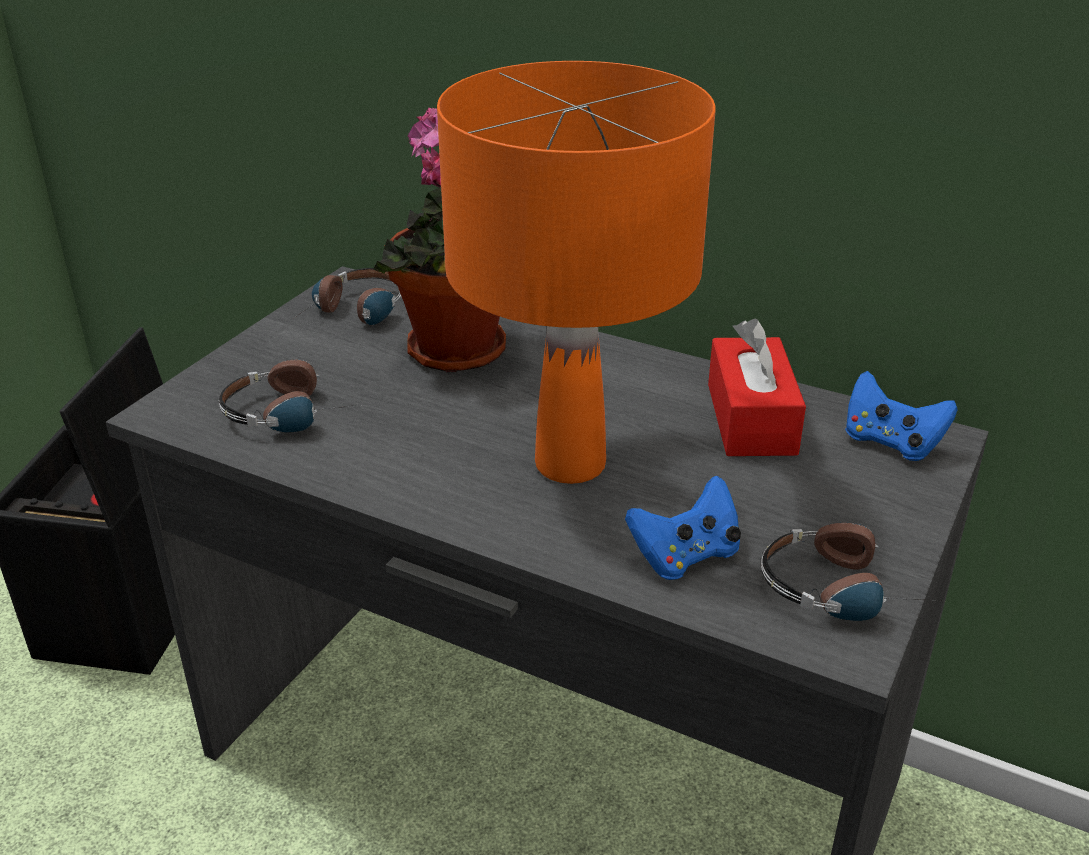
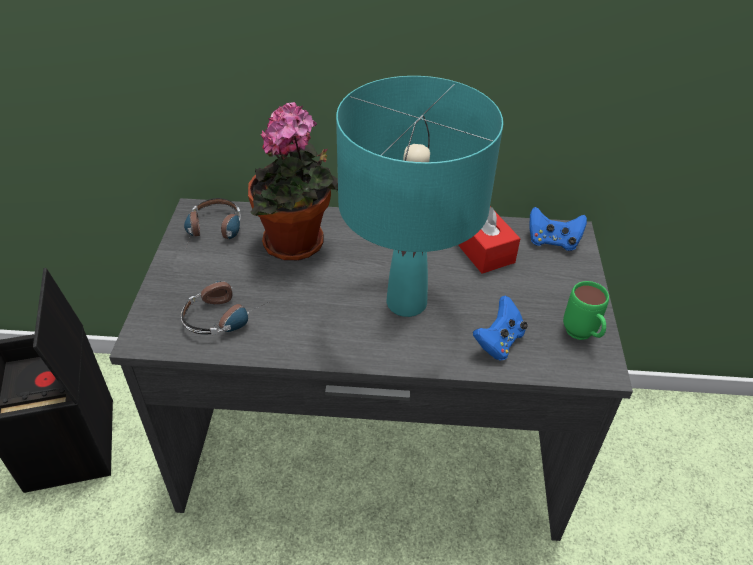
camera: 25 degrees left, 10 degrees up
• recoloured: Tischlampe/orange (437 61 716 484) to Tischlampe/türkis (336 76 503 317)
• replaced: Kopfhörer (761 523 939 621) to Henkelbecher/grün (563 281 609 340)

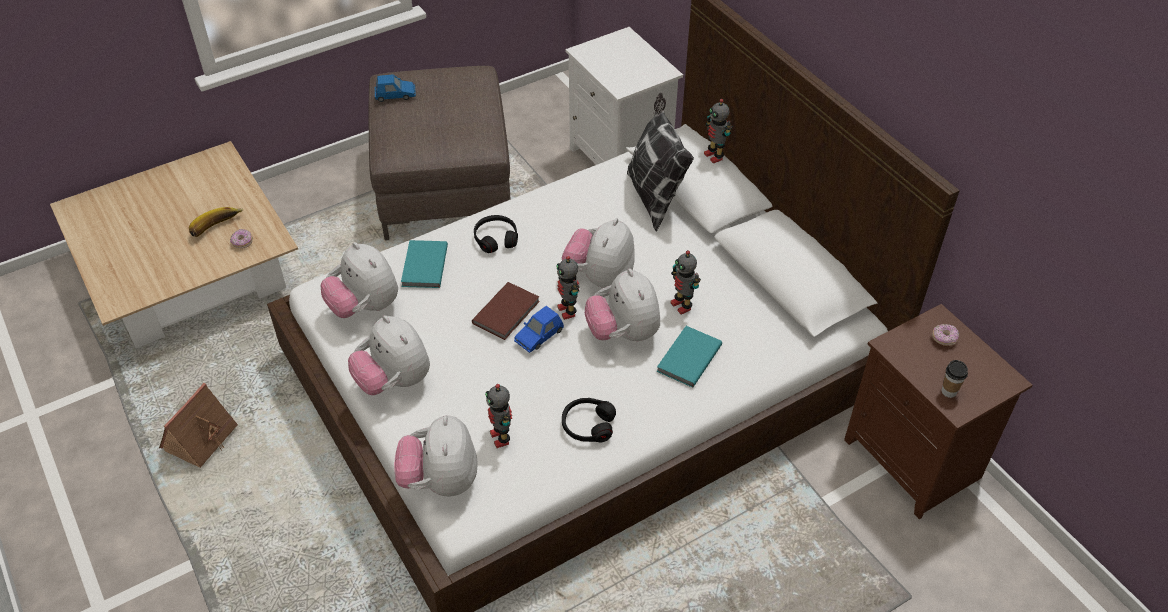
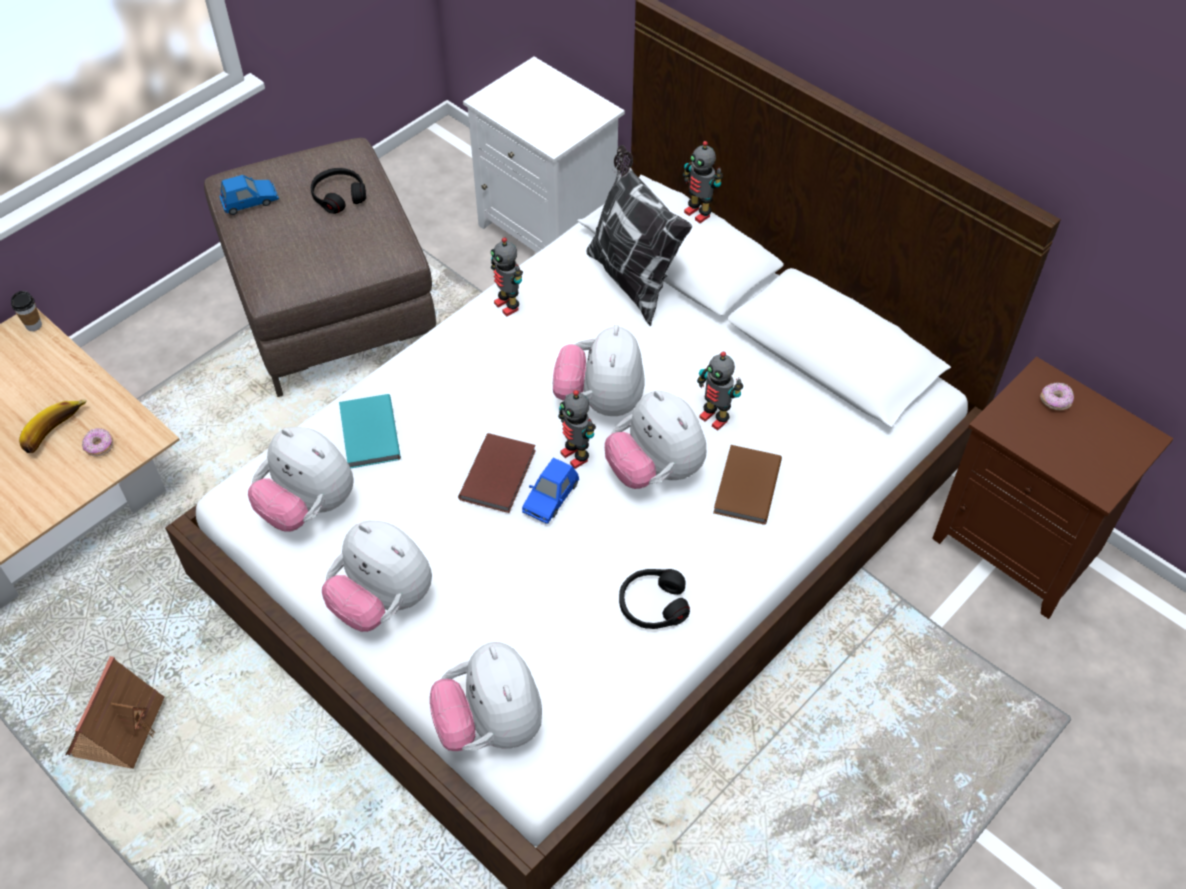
camera: 15 degrees left, 5 degrees up
• moved: Kopfhörer/schwarz (474 215 518 253) to (311 168 366 214)
• recoloured: Buch/türkis (657 326 722 387) to Buch/braun (713 445 782 525)
• moved: Tasse (942 360 968 398) to (11 291 42 331)
• moved: Spielzeugroboter (485 384 512 448) to (491 237 523 316)

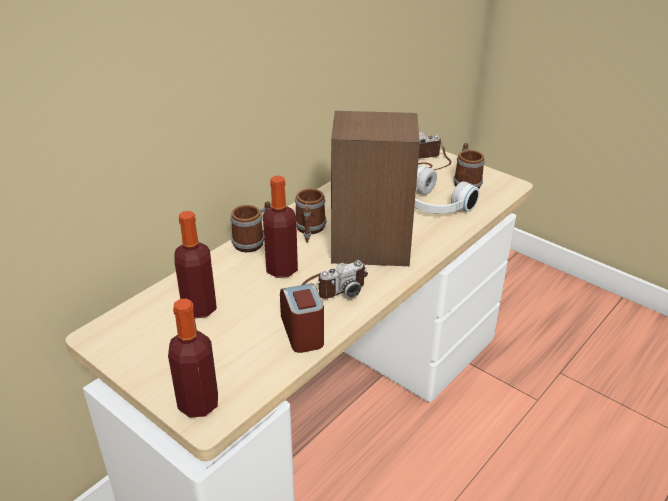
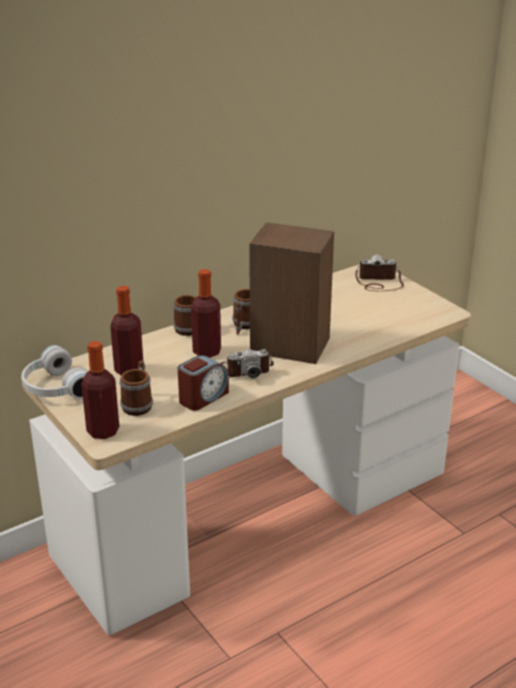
camera: 15 degrees right, 5 degrees down
• moved: Henkelbecher (454 143 485 188) to (120 361 153 416)
• moved: Kopfhörer/weiß (415 166 480 214) to (22 345 88 399)
• turned: Wecker (280 283 324 353) = (178 355 229 411) 45 degrees clockwise

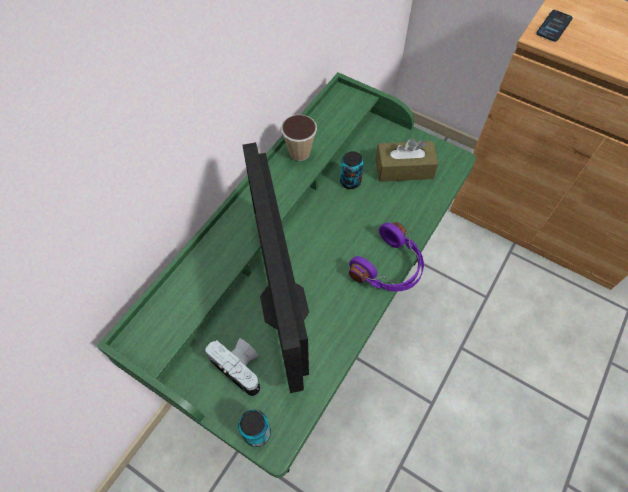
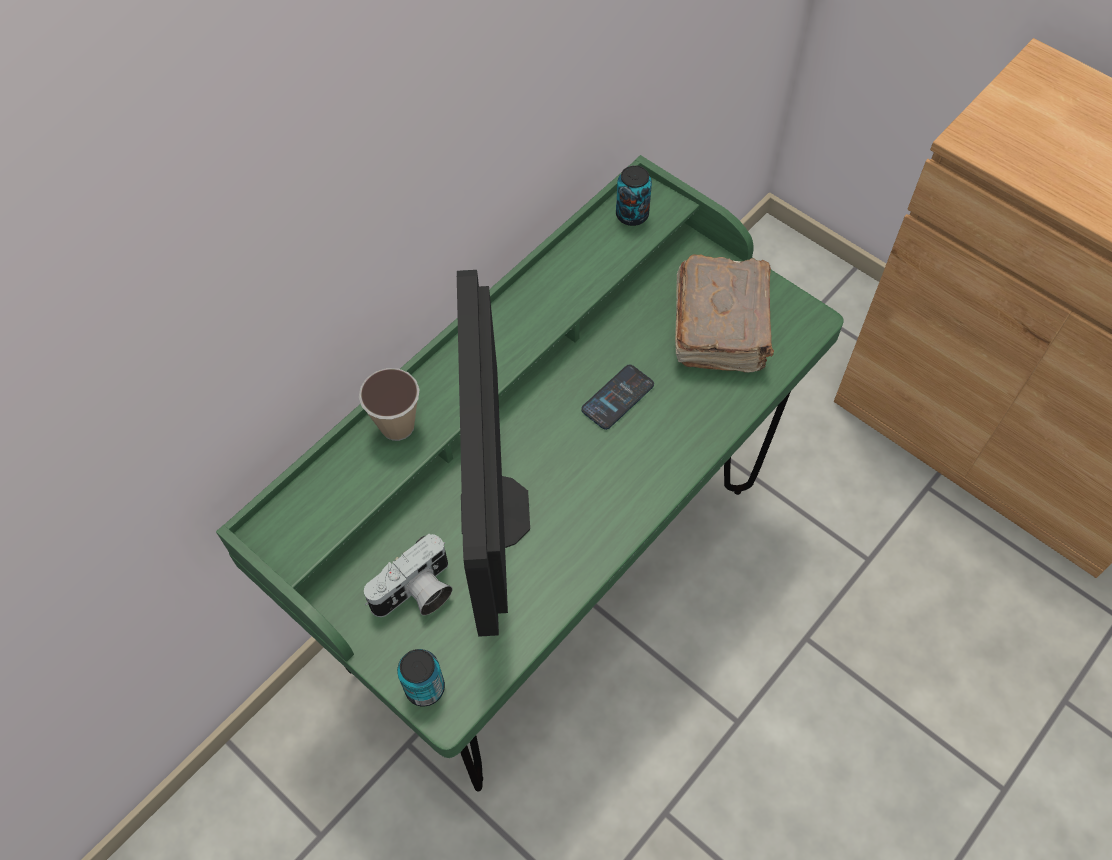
camera: 10 degrees right, 0 degrees up
• moved: Handy (536 10 573 42) to (581 365 654 430)
• moved: Tasse (281 115 317 161) to (359 368 420 441)
• replaced: Taschentuchbox/braun (376 139 439 182) to Buch/braun (675 254 774 373)
• moved: Dose (340 151 364 189) to (616 165 652 226)
• removed: Kopfhörer/lila (349 222 424 292)
• turned: Kamera (205 338 261 396) = (364 534 453 617) 90 degrees clockwise

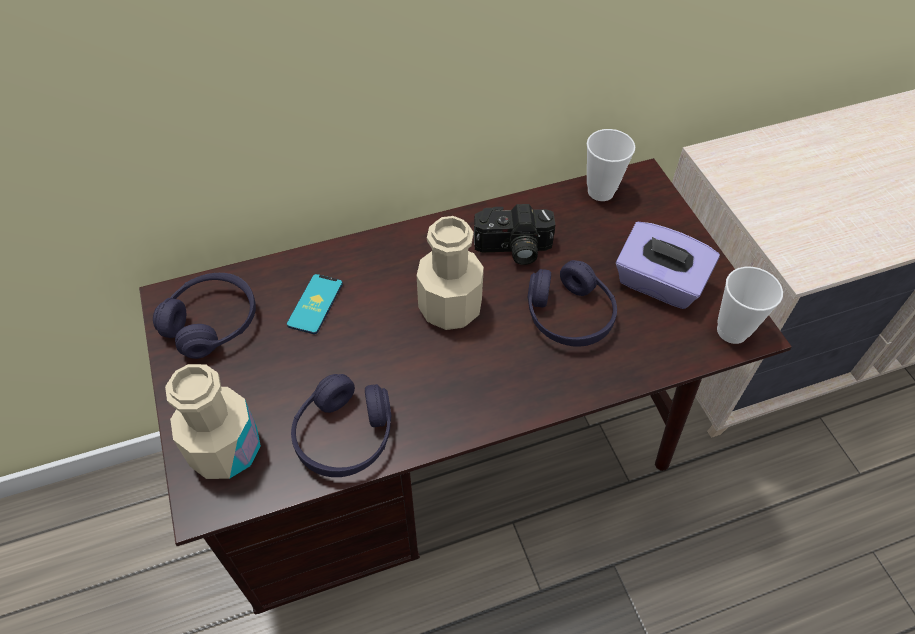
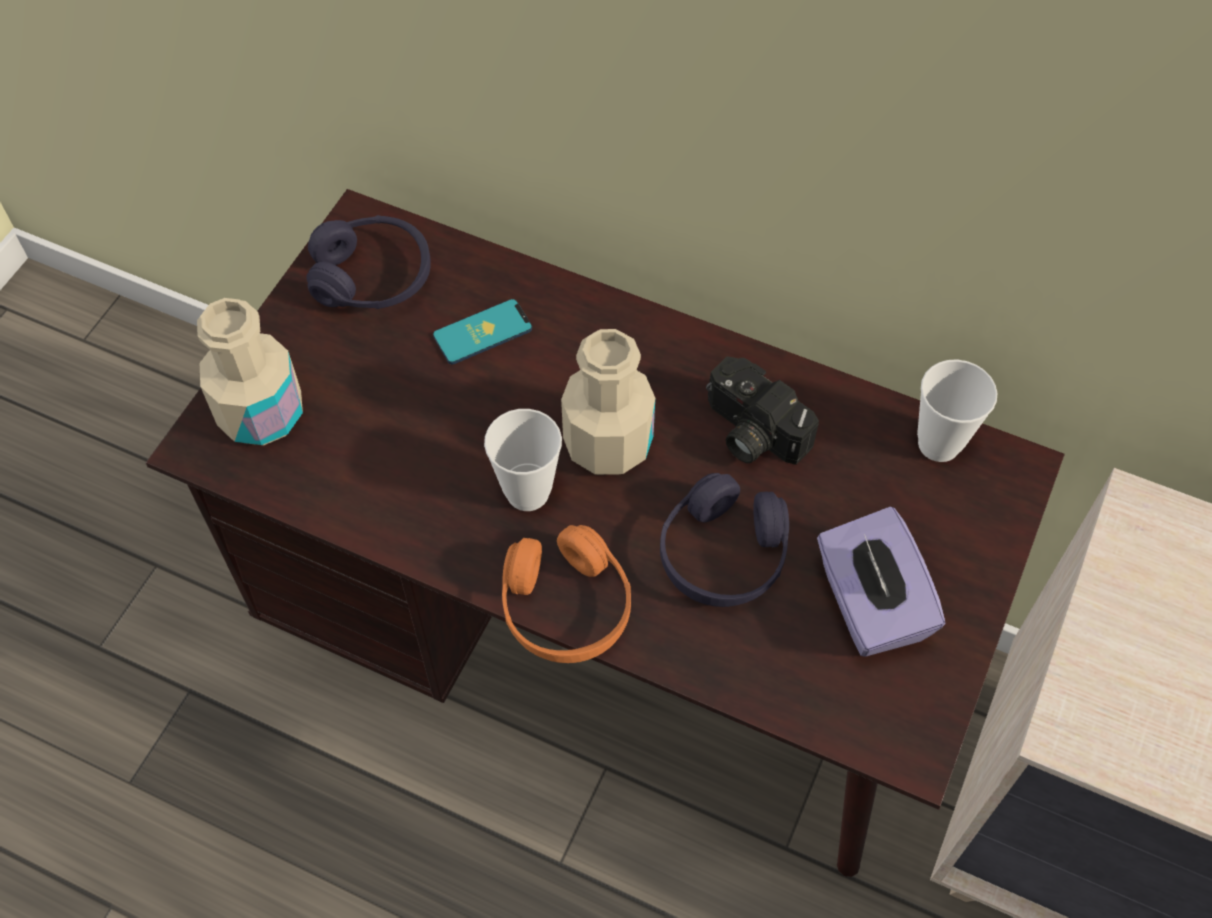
camera: 45 degrees right, 5 degrees up
• moved: Tasse (717 267 783 344) to (484 409 562 511)
• removed: Kopfhörer/lila (291 374 391 477)
• added: Kopfhörer/orange (502 525 631 663)

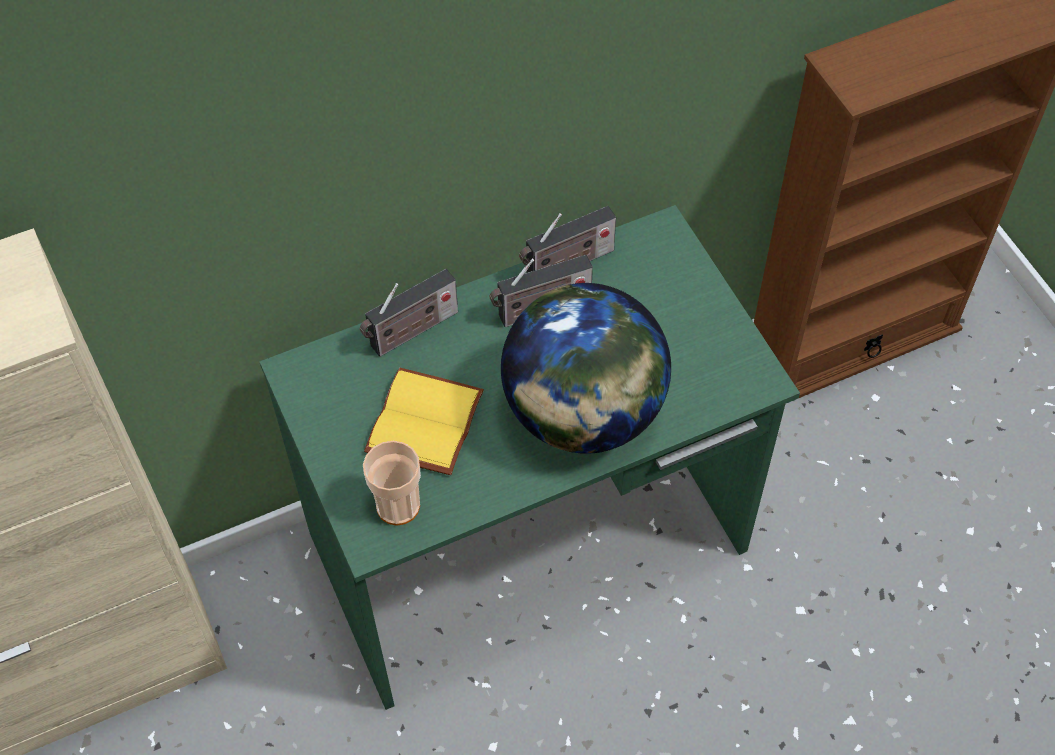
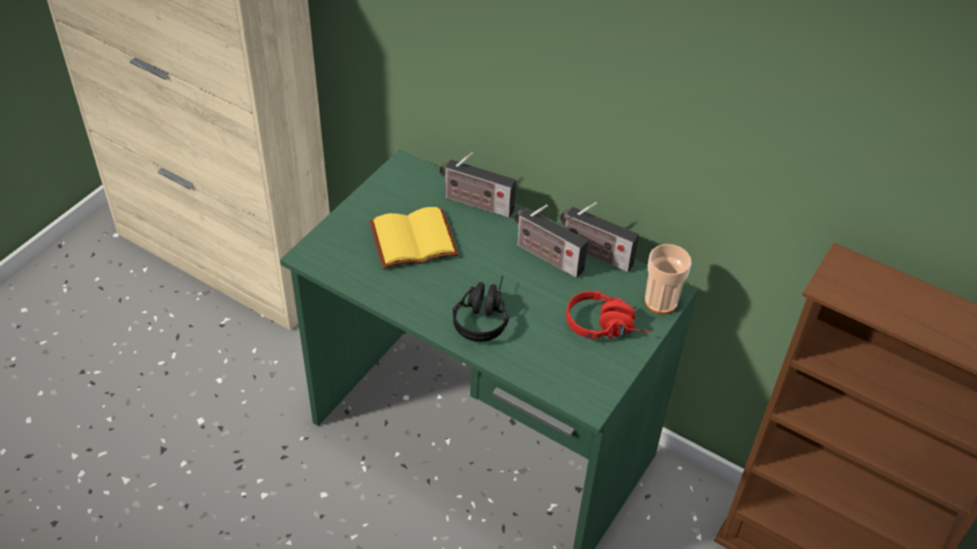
camera: 55 degrees right, 10 degrees down
• replaced: Globus (501 283 671 454) to Kopfhörer/schwarz (453 276 509 342)
• moved: Tasse (363 440 421 526) to (645 244 692 314)
• added: Kopfhörer/rot (566 291 652 339)

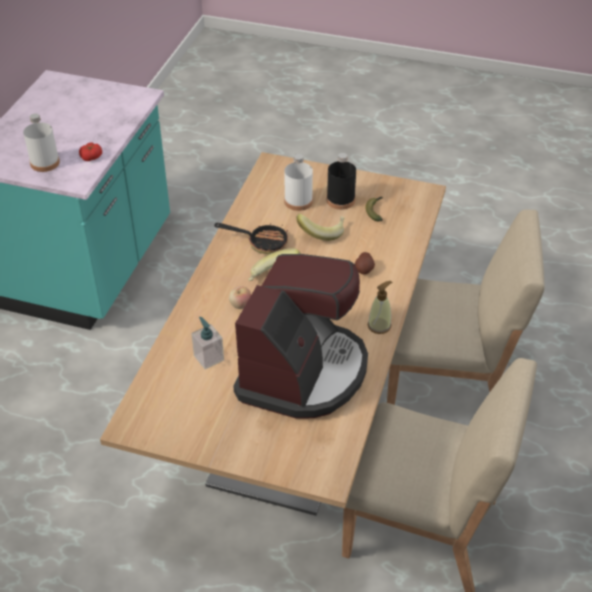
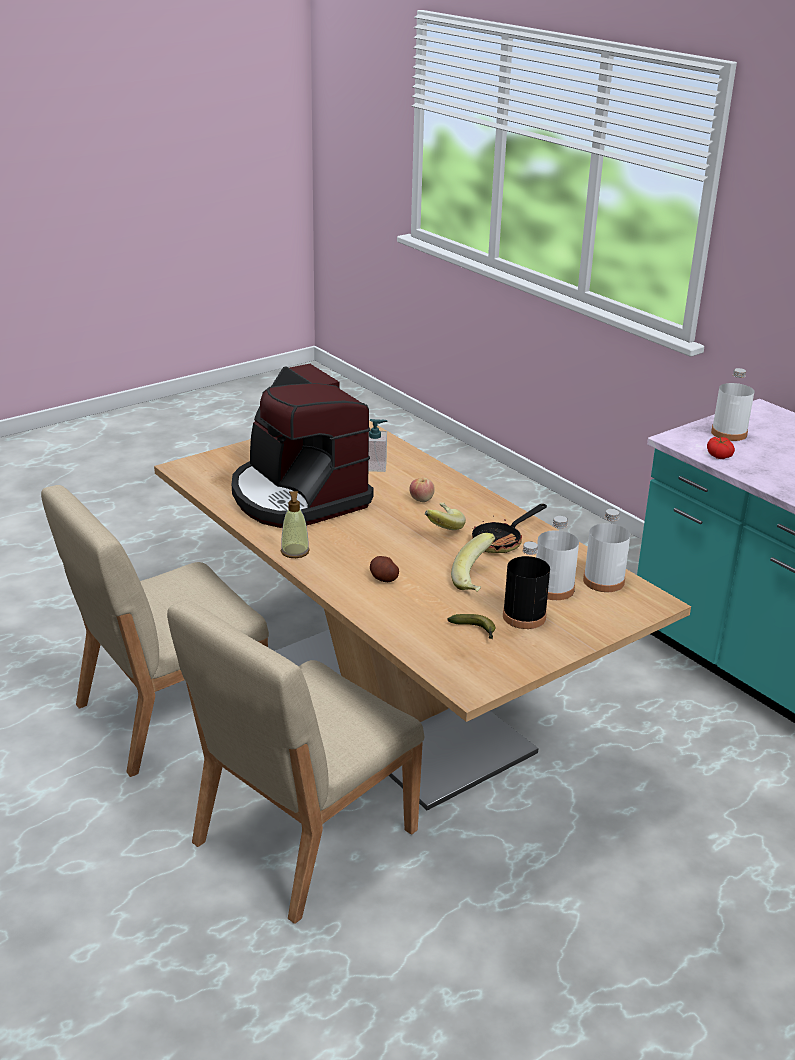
camera: 125 degrees right, 15 degrees down
• added: Flasche/weiß (583 509 630 592)

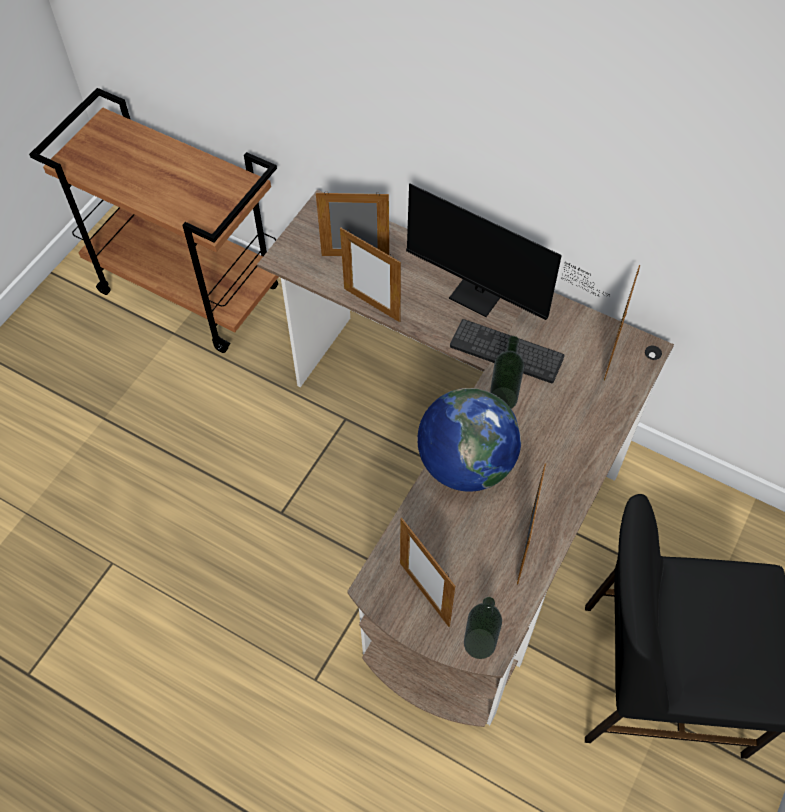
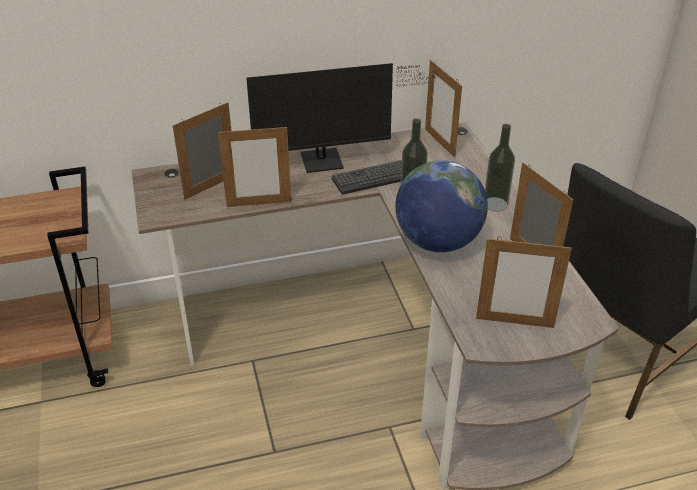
camera: 45 degrees left, 20 degrees down
• moved: Flasche (464 597 502 659) to (485 124 515 212)

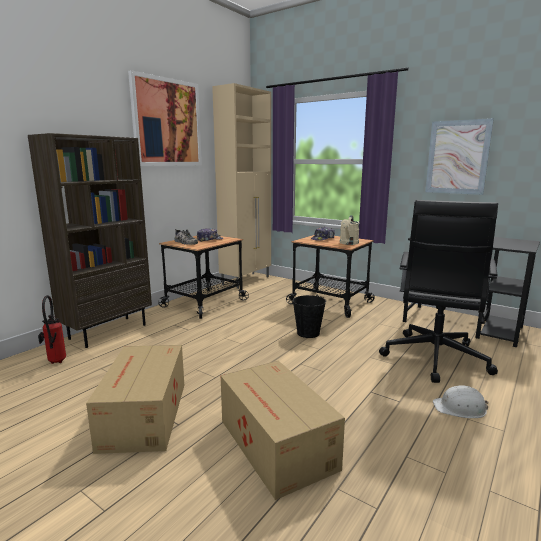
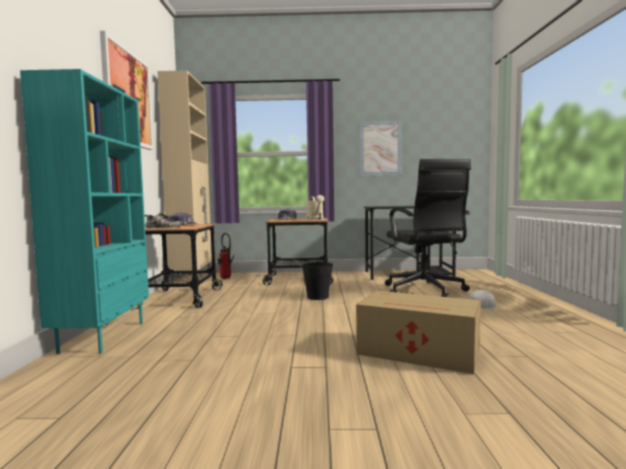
camera: 35 degrees left, 10 degrees down
• recoloured: Bücherregal/braun (28 133 152 348) to Bücherregal/türkis (20 69 149 354)
• moved: Feuerlöscher (38 295 66 364) to (218 233 234 279)
• removed: Karton (86 345 184 454)

